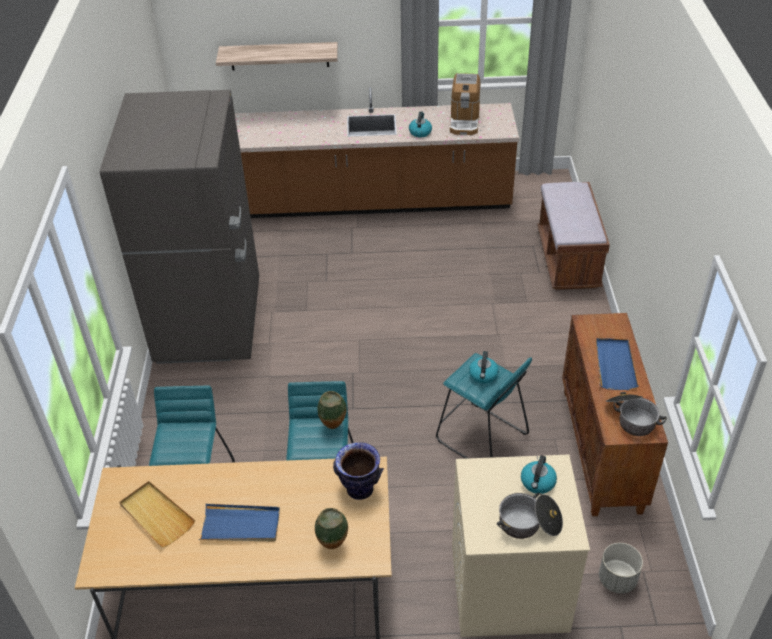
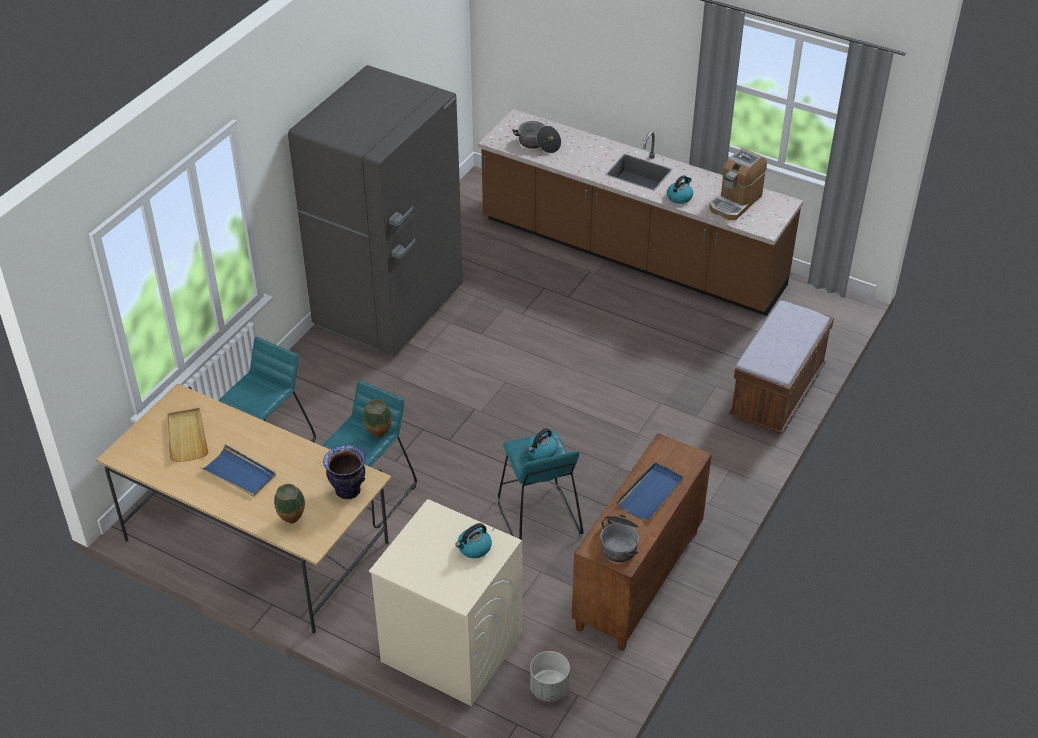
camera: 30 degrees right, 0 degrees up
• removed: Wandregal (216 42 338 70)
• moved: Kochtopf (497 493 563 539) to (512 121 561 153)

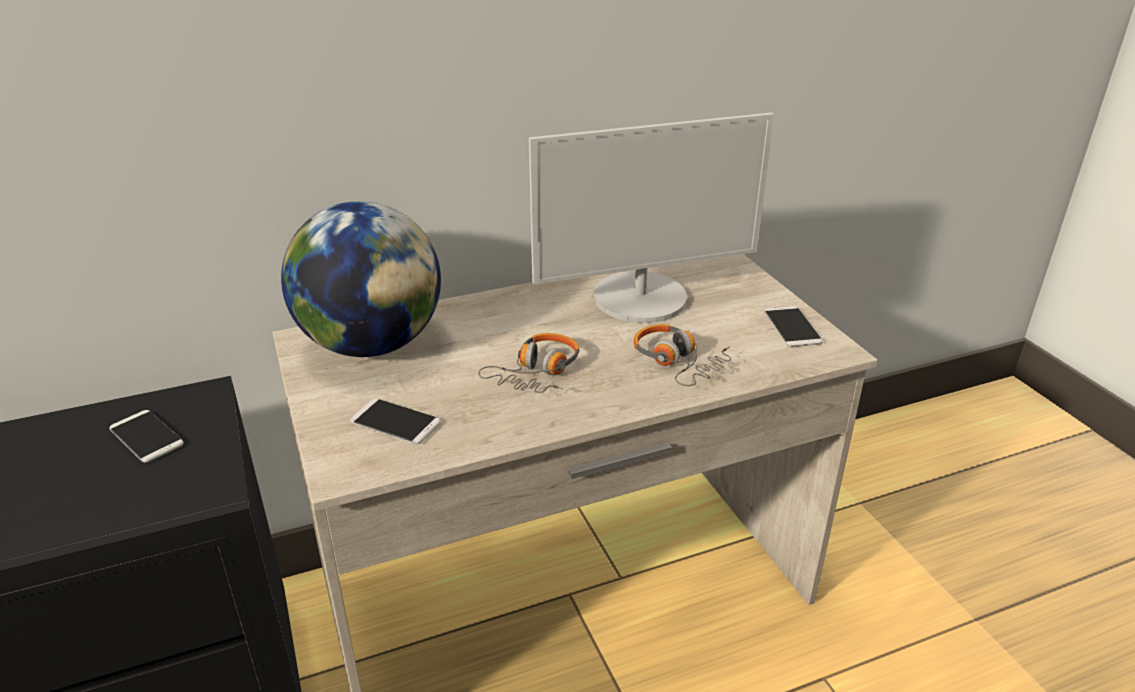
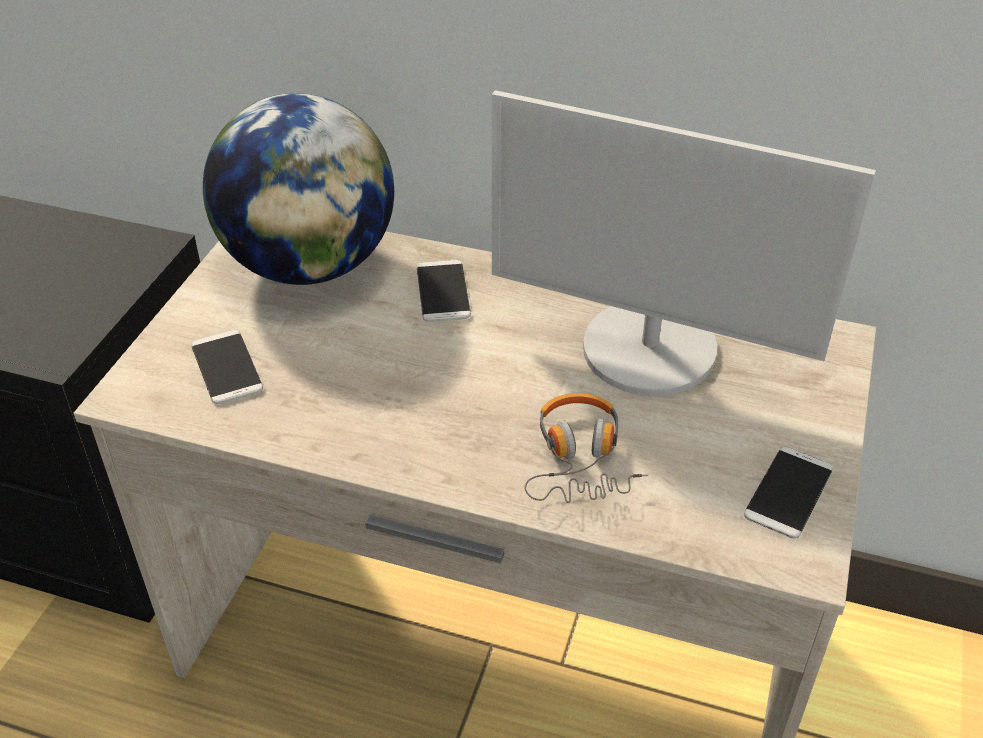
camera: 40 degrees right, 10 degrees up
• removed: Kopfhörer (479 333 579 393)
• moved: Handy (109 410 184 463) to (417 260 471 322)

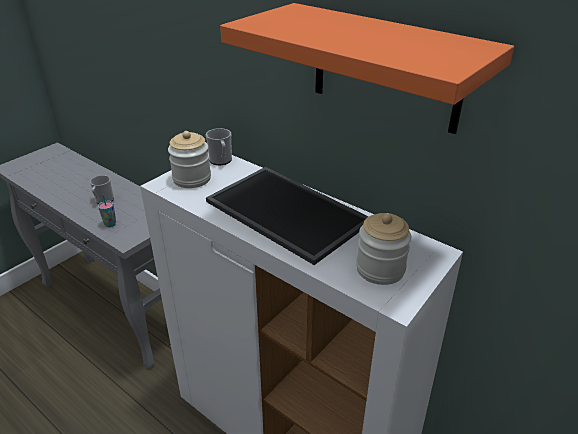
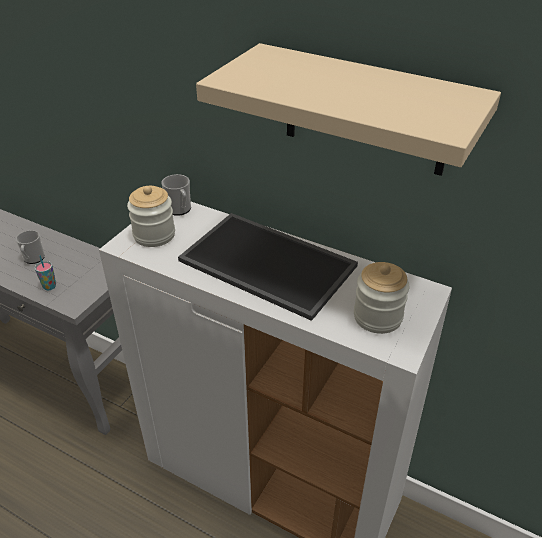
camera: 10 degrees left, 5 degrees up
• recoloured: Wandregal/orange (220 3 514 134) to Wandregal/beige (196 43 501 176)

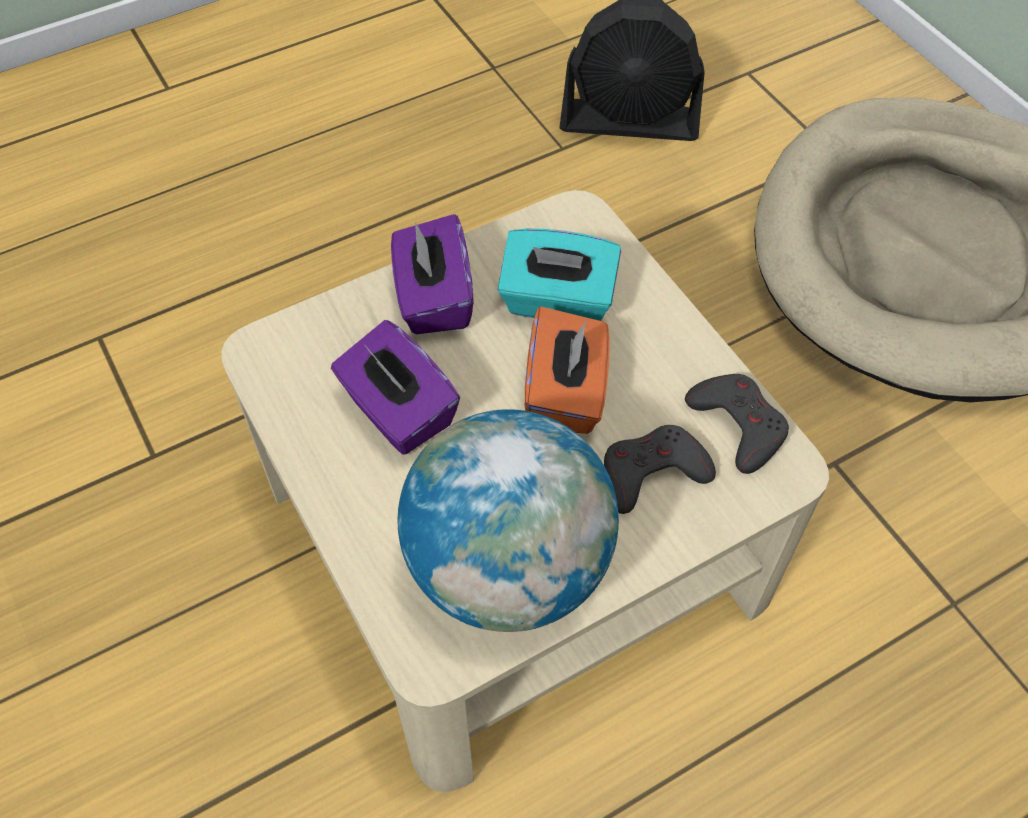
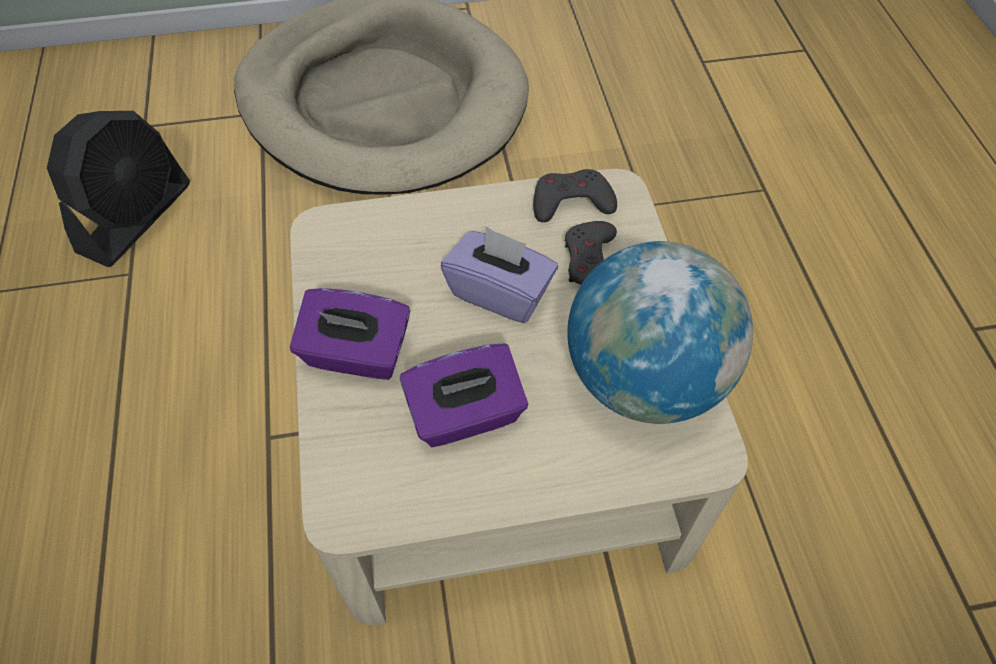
camera: 70 degrees left, 0 degrees up
• removed: Taschentuchbox/türkis (498 228 621 321)
• recoloured: Taschentuchbox/orange (525 307 610 434) to Taschentuchbox/lila (441 226 558 323)

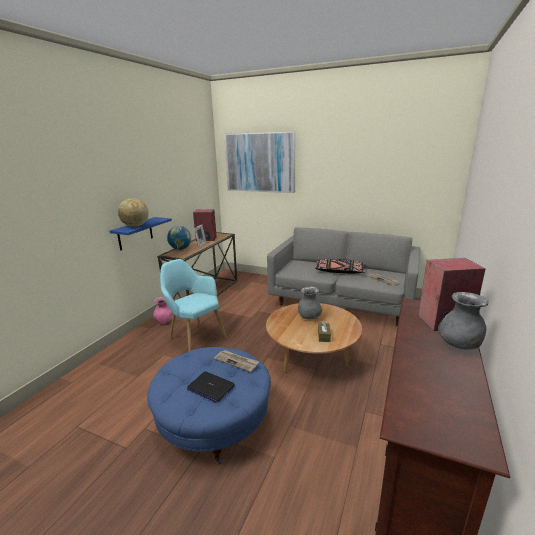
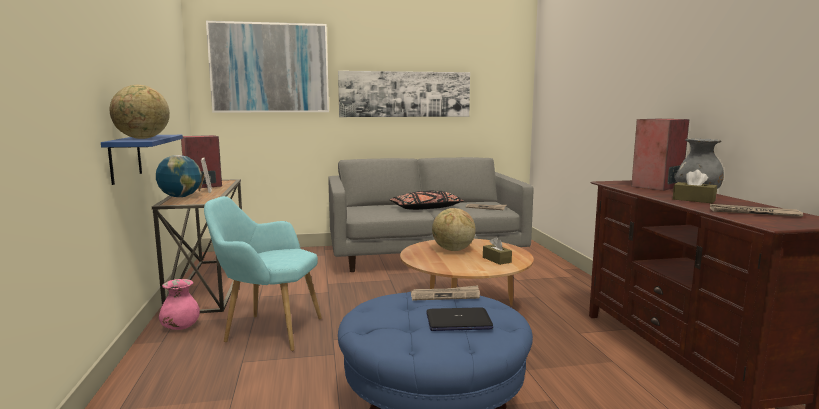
camera: 35 degrees left, 10 degrees down
• replaced: Vase/grau (298 287 322 319) to Globus (432 208 476 251)
• added: Bild (338 71 470 117)
• added: Taschentuchbox/braun (673 170 717 203)
• added: Zeitung (710 204 803 217)

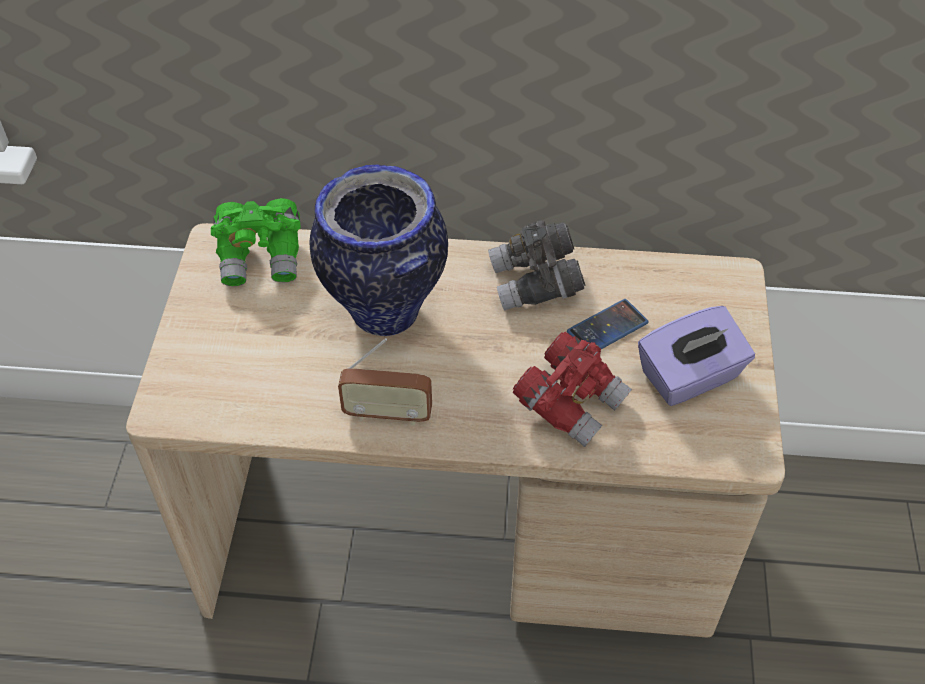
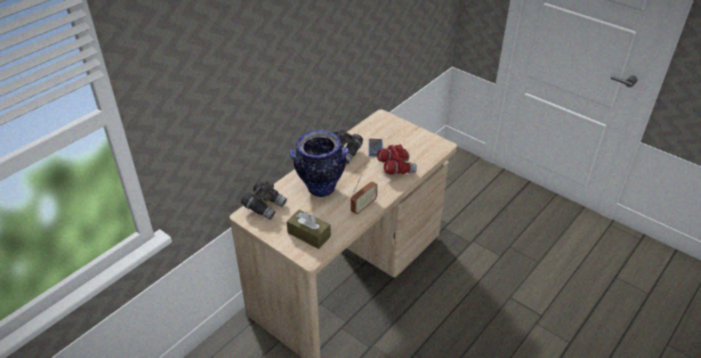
camera: 55 degrees left, 10 degrees down
• recoloured: Fernglas/grün (211 198 301 286) to Fernglas/grau (241 180 287 220)
• removed: Taschentuchbox/lila (638 306 755 406)
• added: Taschentuchbox/braun (287 210 331 249)

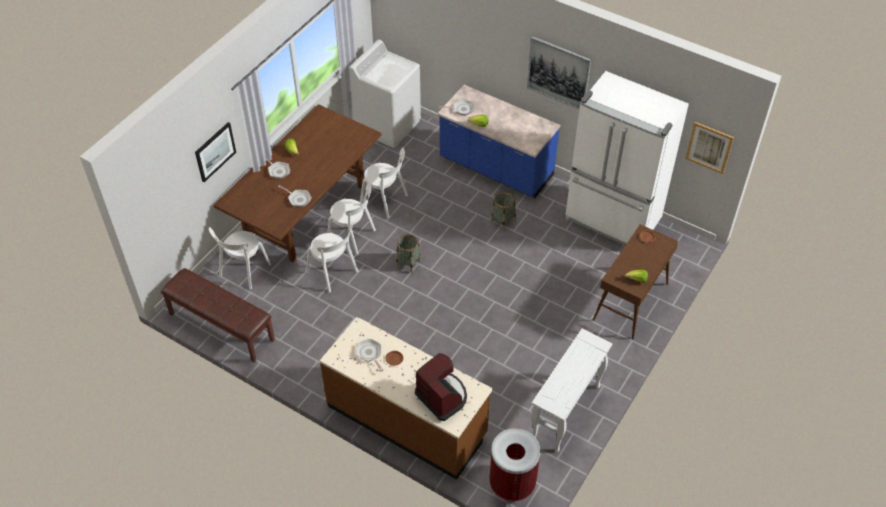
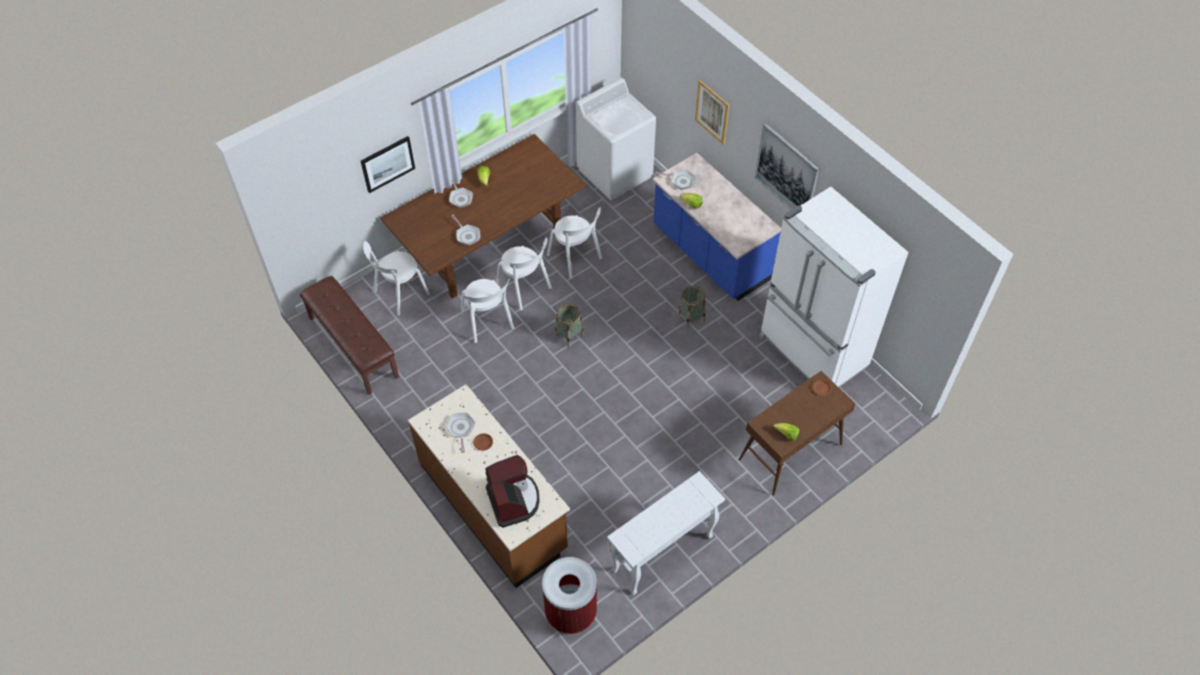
camera: 20 degrees right, 5 degrees up
• moved: Bild (685 122 734 174) to (695 80 729 145)

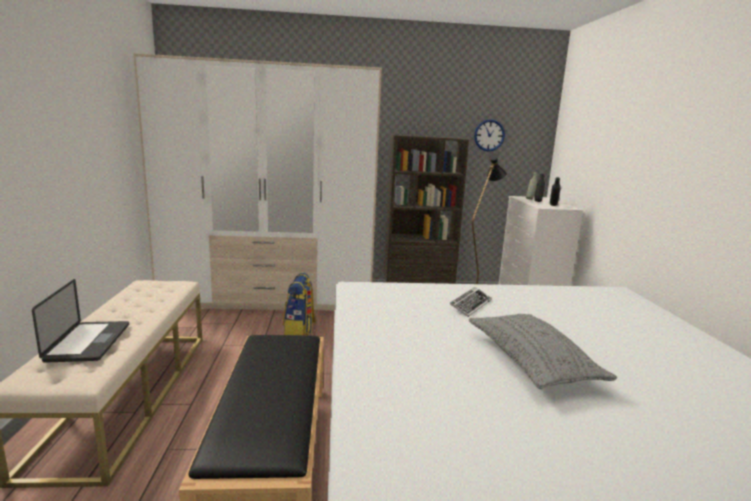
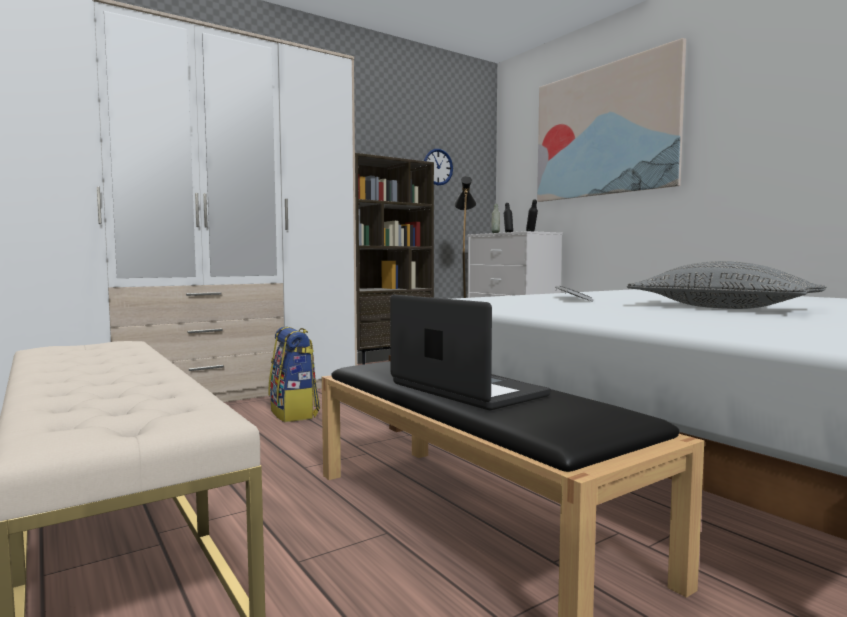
camera: 30 degrees left, 10 degrees down
• moved: Laptop (32 279 129 363) to (390 295 551 410)
• added: Bild (537 38 686 202)

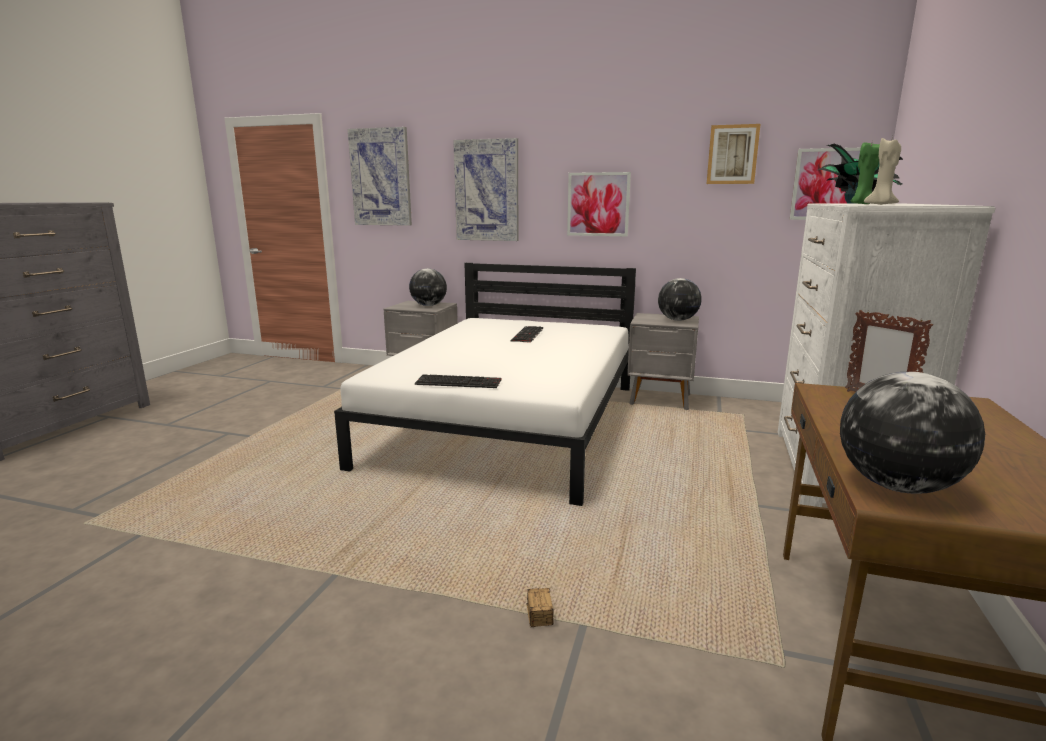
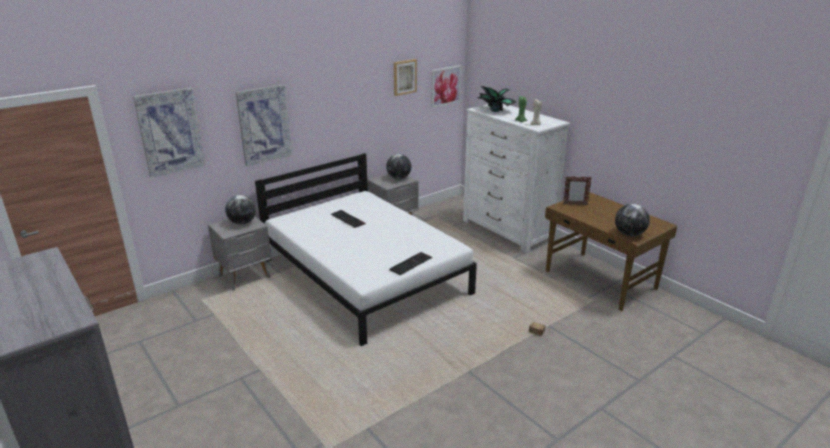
camera: 55 degrees left, 10 degrees up
• removed: Bild (567 172 631 236)

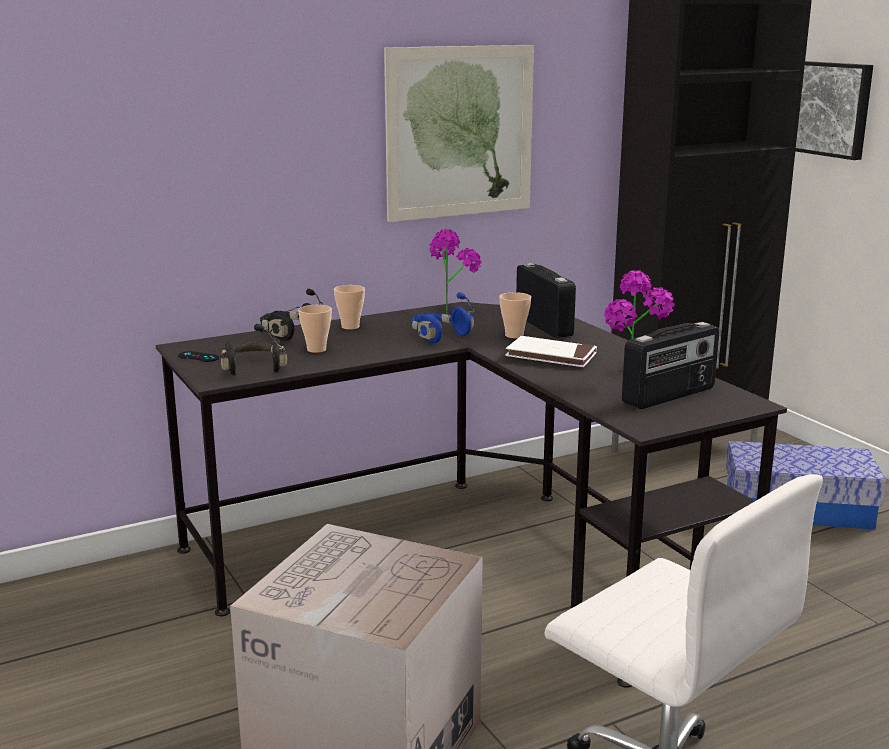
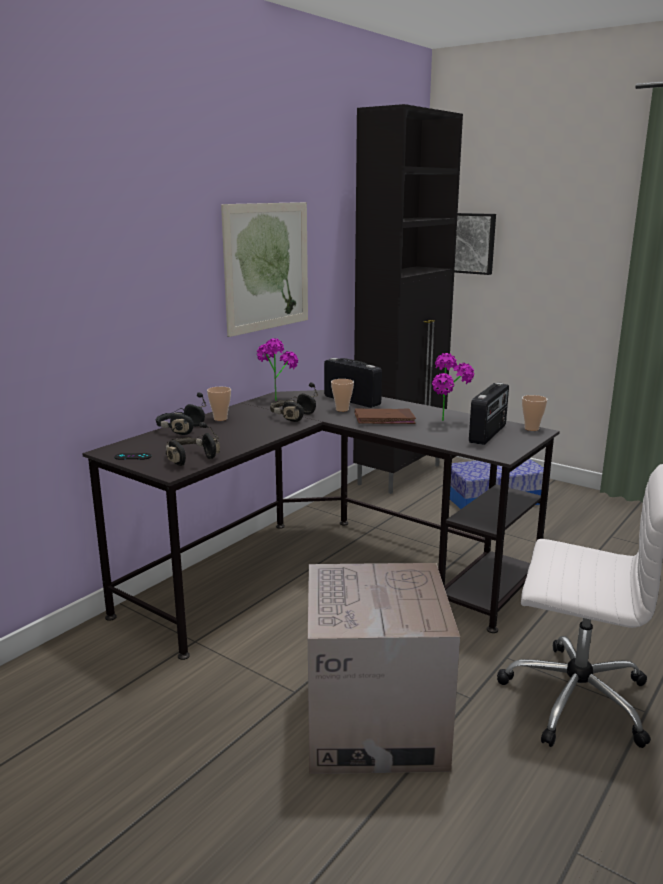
camera: 25 degrees left, 0 degrees up
• recoloured: Kopfhörer/blau (411 292 475 343) to Kopfhörer/schwarz (270 382 318 422)
• moved: Tasse (298 305 332 353) to (522 395 548 431)
• recoloured: Buch/weiß (505 336 597 367) to Buch/braun (355 408 416 424)

